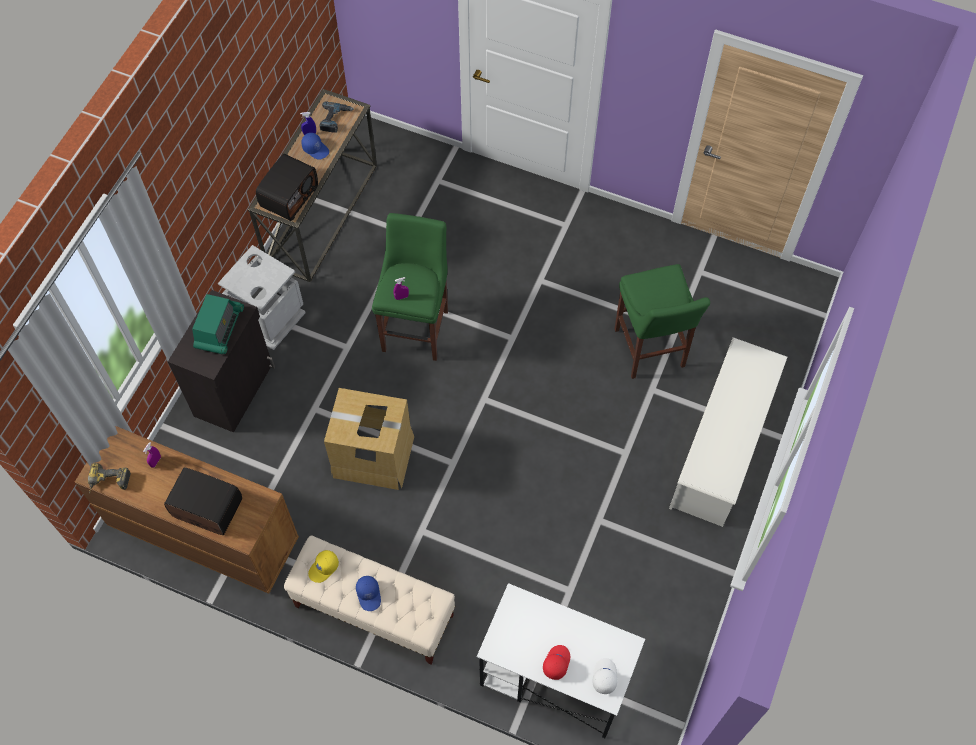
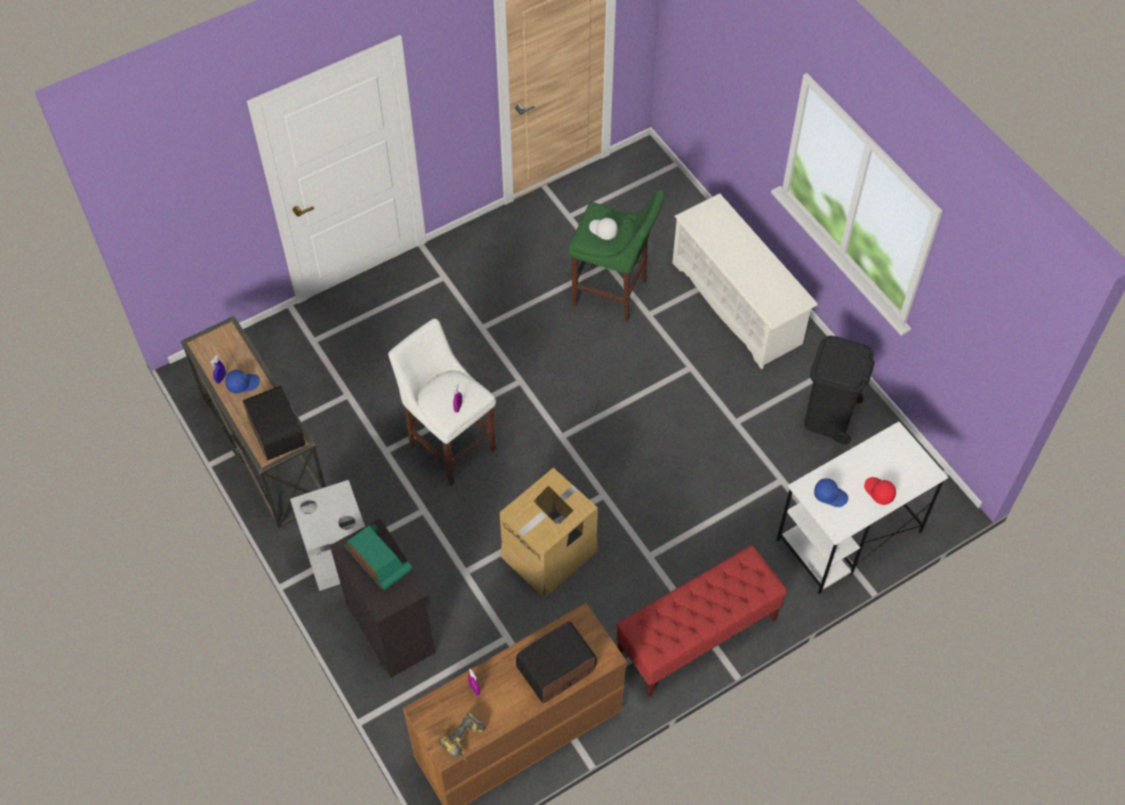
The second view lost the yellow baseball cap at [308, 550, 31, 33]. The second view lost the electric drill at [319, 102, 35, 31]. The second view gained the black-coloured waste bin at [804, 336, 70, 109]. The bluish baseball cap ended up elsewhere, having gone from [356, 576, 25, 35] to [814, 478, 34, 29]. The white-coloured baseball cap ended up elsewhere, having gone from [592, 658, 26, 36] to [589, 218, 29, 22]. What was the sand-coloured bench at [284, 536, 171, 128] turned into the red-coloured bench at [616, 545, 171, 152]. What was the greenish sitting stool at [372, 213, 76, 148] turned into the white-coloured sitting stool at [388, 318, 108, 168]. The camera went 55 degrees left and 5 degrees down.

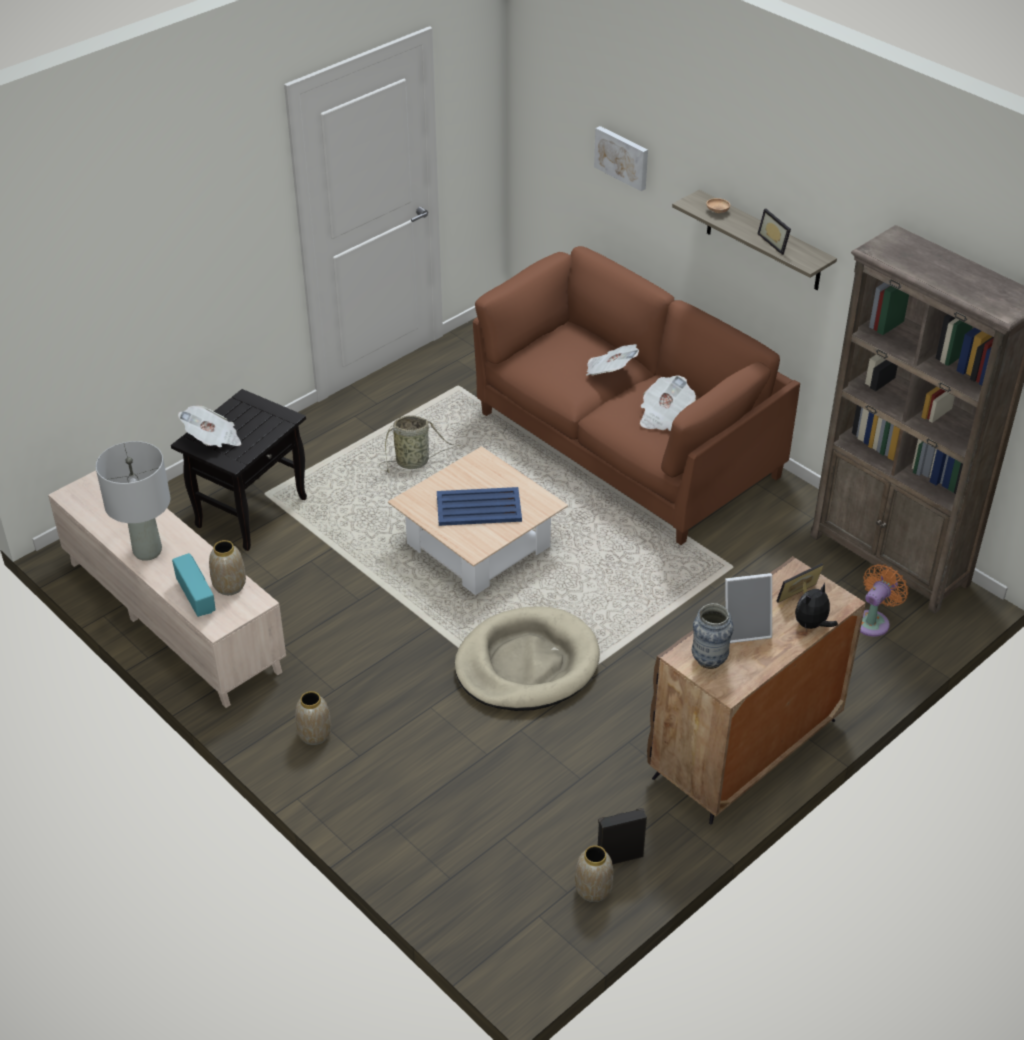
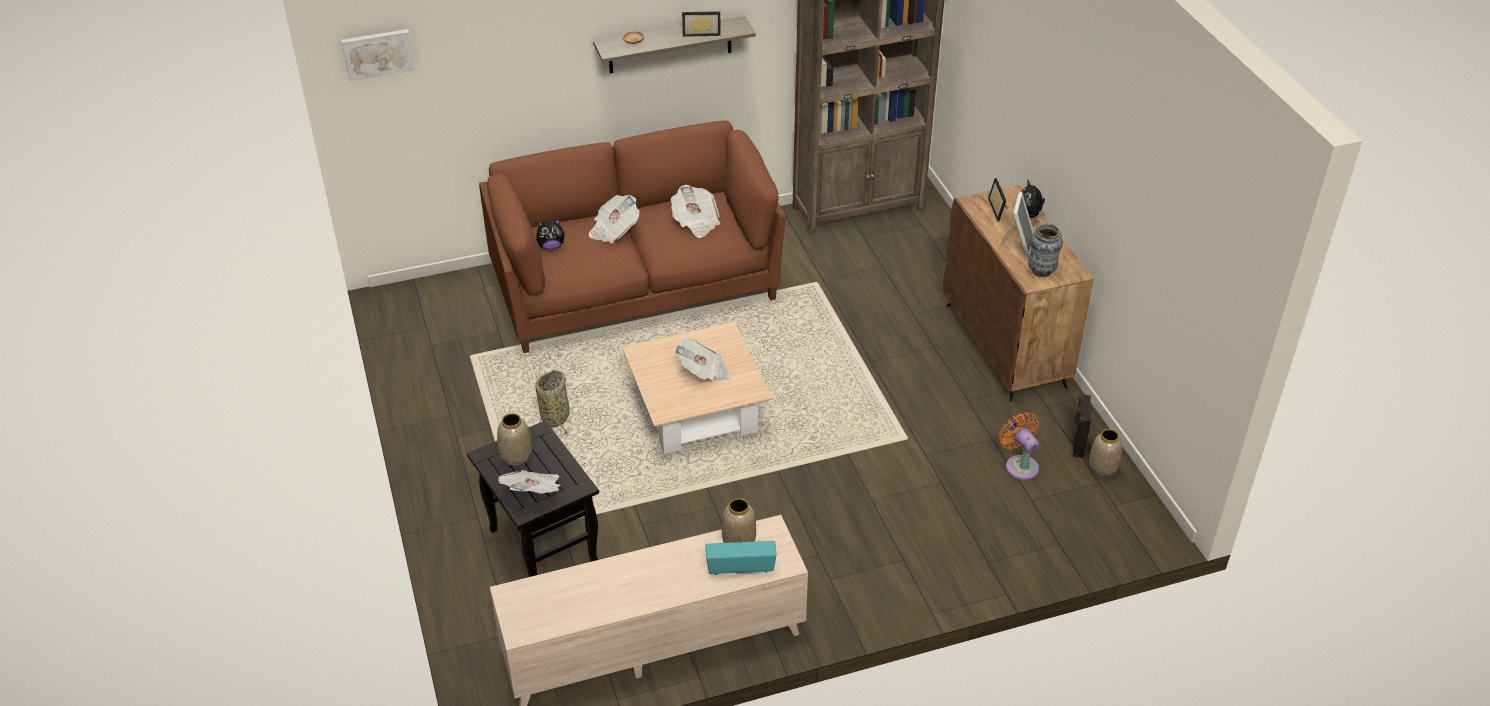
The second view lost the gray lamp for a table at [96, 441, 74, 120]. The second view lost the sand-coloured dog bed at [455, 606, 145, 105]. The second view gained the soft toy at [536, 219, 30, 31]. The vase ended up elsewhere, having gone from [295, 691, 36, 54] to [497, 413, 35, 53]. The picture ended up elsewhere, having gone from [594, 126, 54, 65] to [341, 29, 74, 52]. The orange electric fan ended up elsewhere, having gone from [860, 564, 48, 73] to [999, 412, 40, 68]. Where the bluish serving tray stood at [437, 487, 85, 39], the daily paper came to stand at [674, 339, 56, 42]. The camera went 65 degrees left and 0 degrees up.

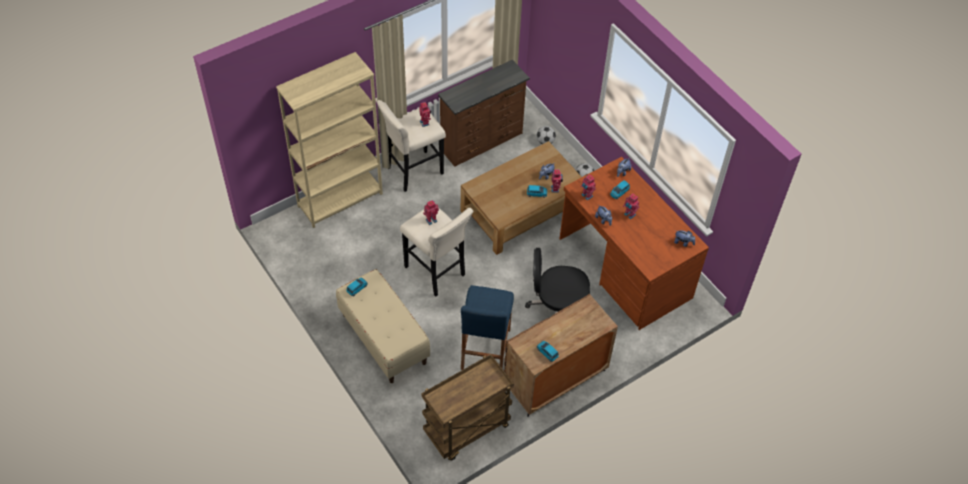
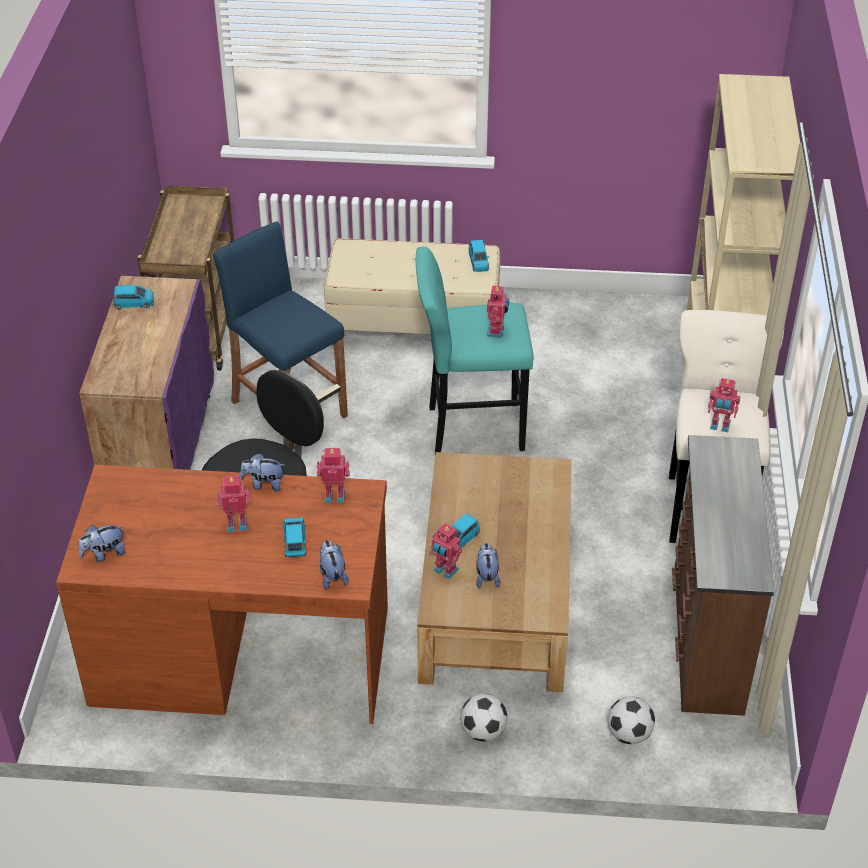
What was the sand-coloured sitting stool at [400, 208, 74, 88] turned into the turquoise sitting stool at [416, 247, 117, 207]. What was the brown-coloured storage cabinet at [504, 293, 114, 124] turned into the purplish storage cabinet at [80, 276, 134, 194]. The camera went 130 degrees right and 10 degrees down.

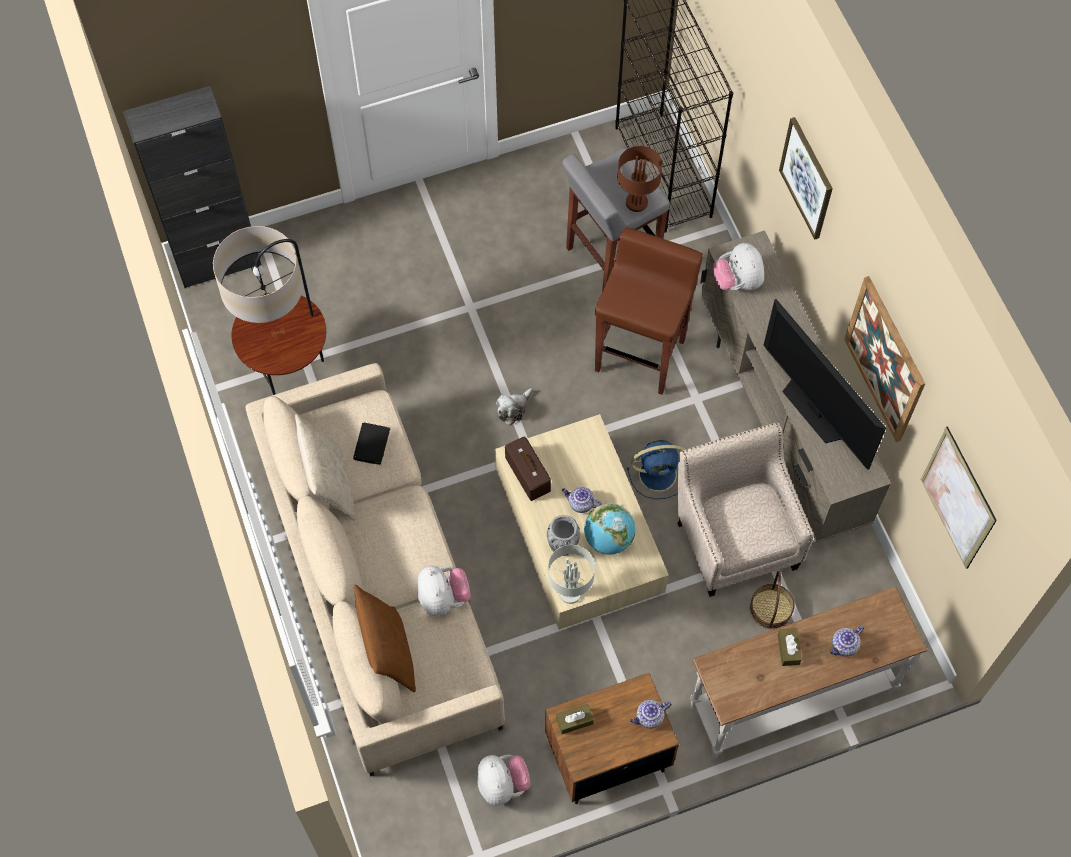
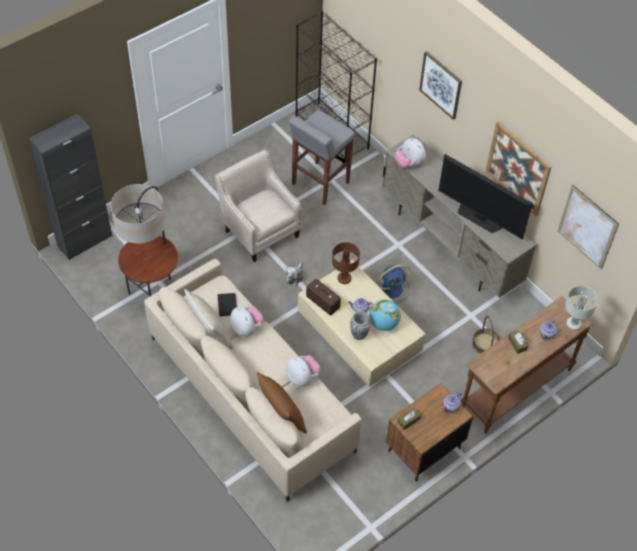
The second view lost the brown-coloured sitting stool at [595, 227, 108, 168]. The soft toy ended up elsewhere, having gone from [477, 755, 53, 50] to [230, 306, 34, 30]. The gray lamp for a table ended up elsewhere, having gone from [548, 545, 47, 59] to [565, 286, 33, 44]. The brown-coloured lamp for a table ended up elsewhere, having gone from [617, 146, 46, 66] to [332, 242, 28, 42]. The sand-coloured lounge chair ended up elsewhere, having gone from [677, 423, 137, 174] to [215, 149, 87, 113]. What was the white-coloured narrow table at [690, 586, 237, 174] turned into the brown-coloured narrow table at [461, 296, 132, 138]. The camera went 20 degrees left and 10 degrees down.

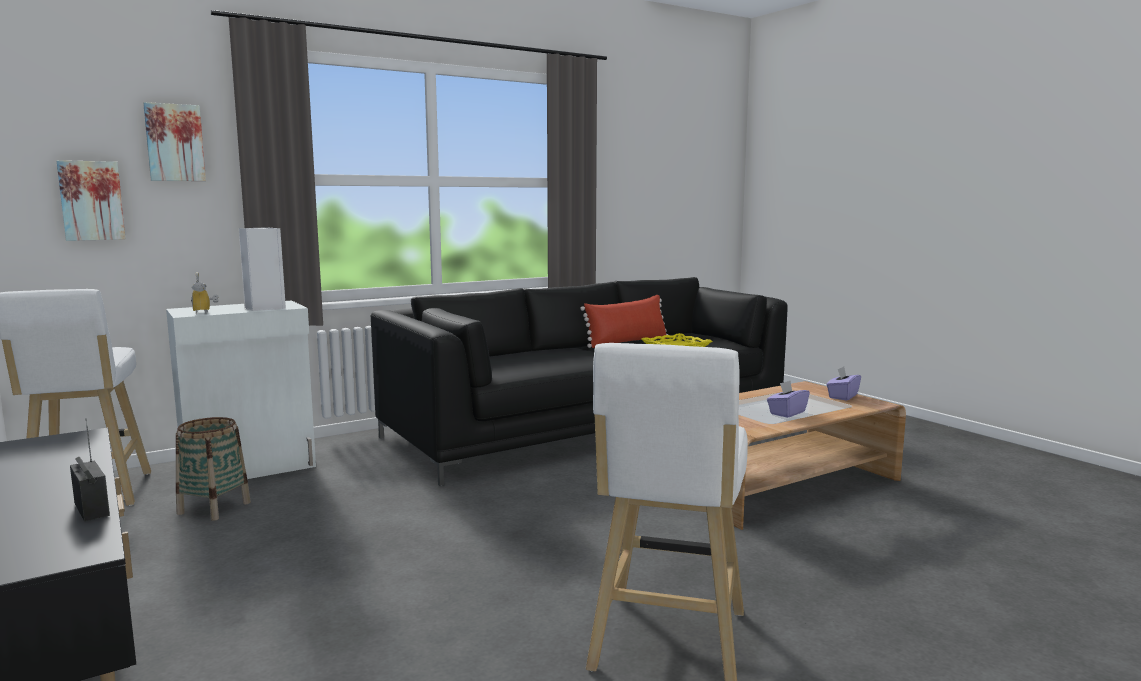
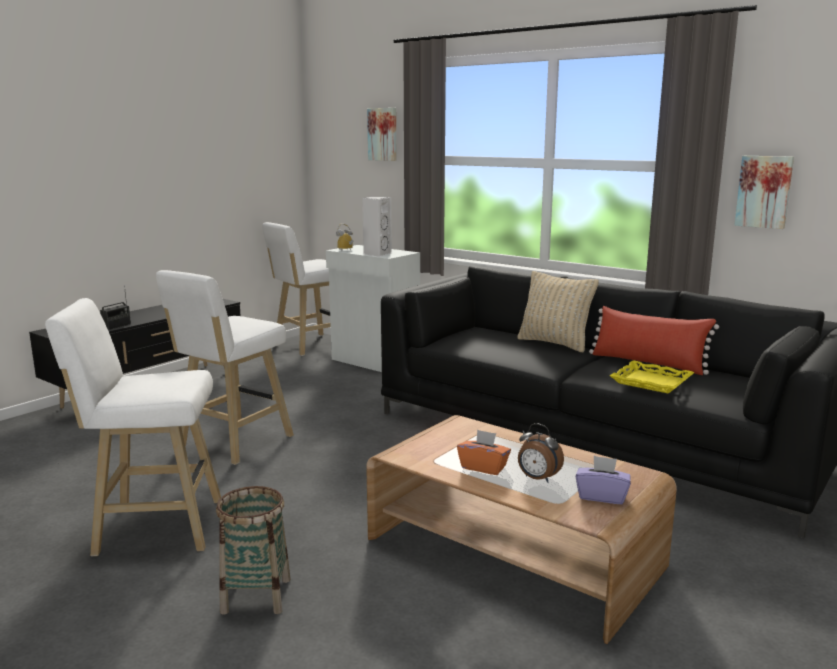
The second view gained the white-coloured sitting stool at [156, 270, 138, 195]. The second view gained the sand-coloured throw pillow at [517, 271, 82, 81]. The second view gained the bedside clock at [518, 423, 46, 59]. The picture ended up elsewhere, having gone from [57, 160, 69, 81] to [734, 156, 60, 73]. The basket ended up elsewhere, having gone from [176, 417, 75, 104] to [216, 486, 75, 129]. What was the purplish box of tissues at [767, 381, 43, 37] turned into the orange box of tissues at [457, 429, 54, 46]. The camera went 70 degrees right and 5 degrees up.

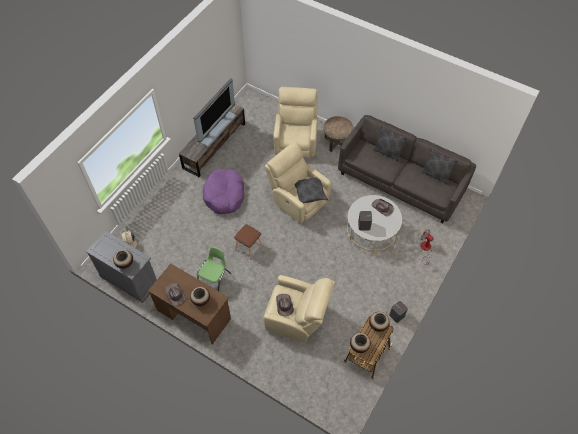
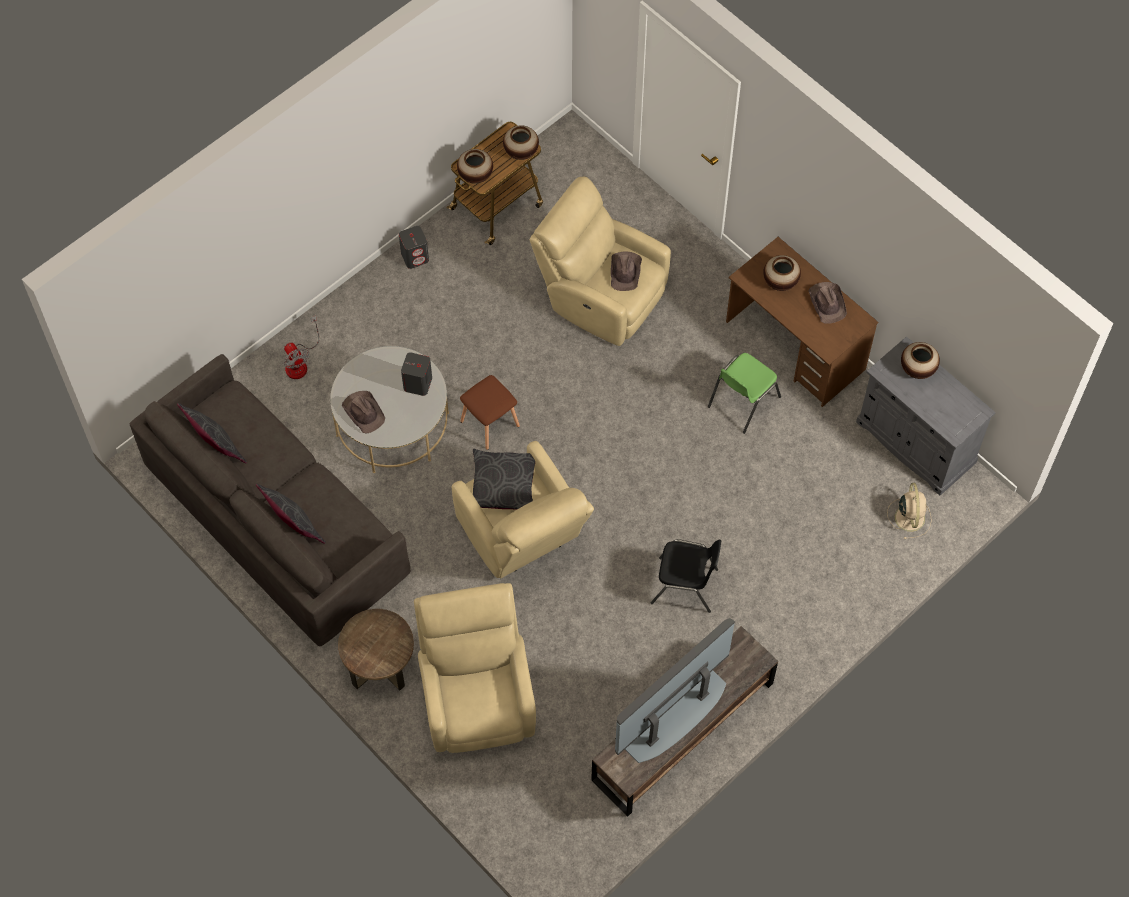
The brown-coloured sitting stool ended up elsewhere, having gone from [234, 224, 29, 36] to [460, 375, 60, 75]. Where the purplish dog bed stood at [203, 168, 41, 46], the black-coloured plain chair came to stand at [651, 539, 70, 74]. The sand-coloured lounge chair at [273, 87, 45, 71] ended up facing another way, 150 degrees clockwise from before. The camera went 165 degrees left and 5 degrees up.

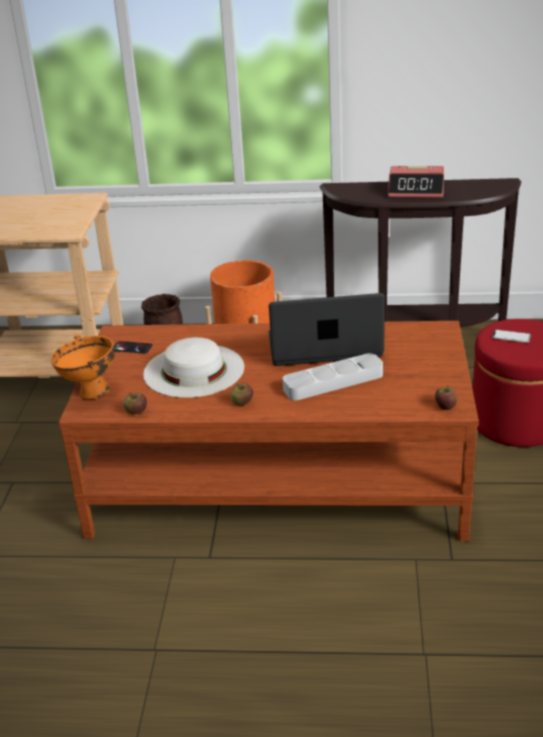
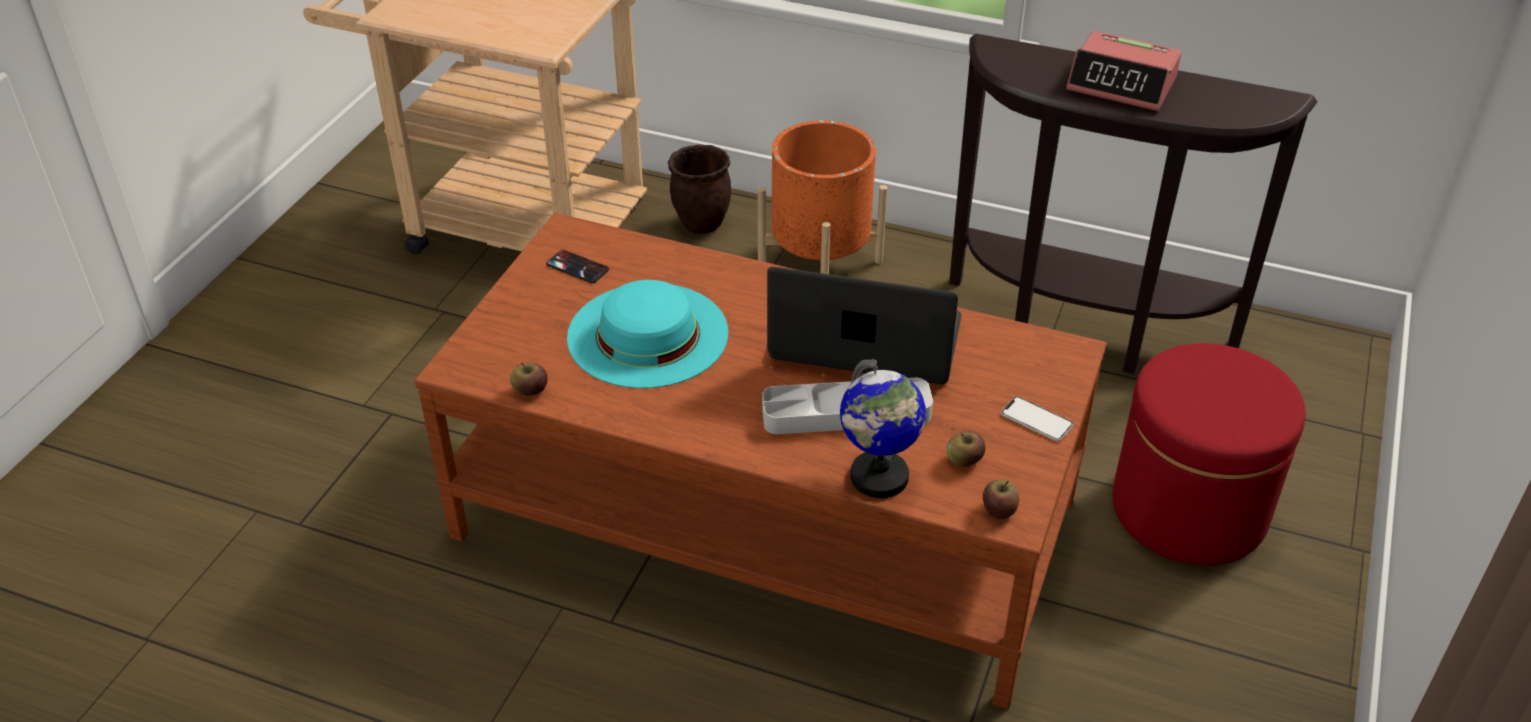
The second view lost the orange serving bowl at [51, 335, 64, 64]. The second view gained the world globe at [840, 359, 86, 139]. The apple fruit ended up elsewhere, having gone from [230, 383, 23, 23] to [947, 431, 38, 36]. The handset ended up elsewhere, having gone from [492, 329, 39, 14] to [1001, 397, 73, 44]. What was the white-coloured wearable hat at [143, 337, 101, 61] turned into the turquoise wearable hat at [567, 280, 161, 108]. The camera went 15 degrees right and 10 degrees up.

